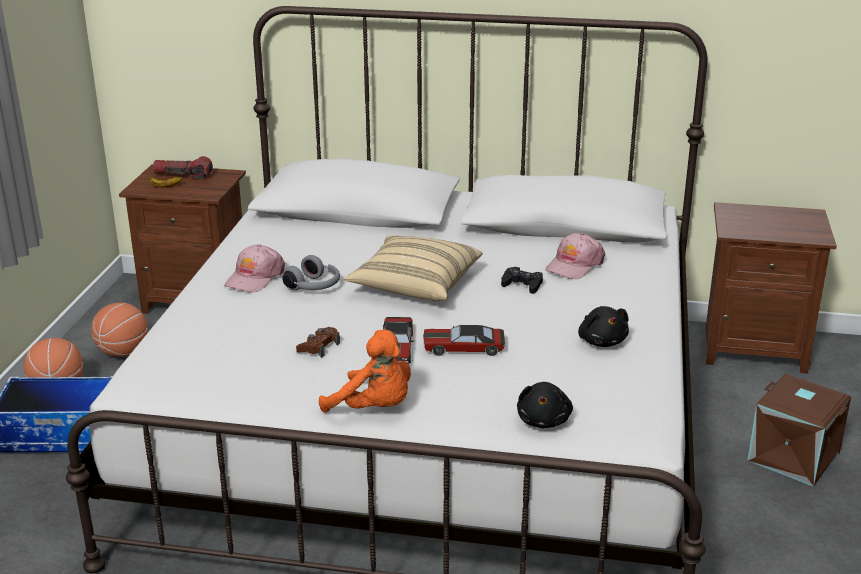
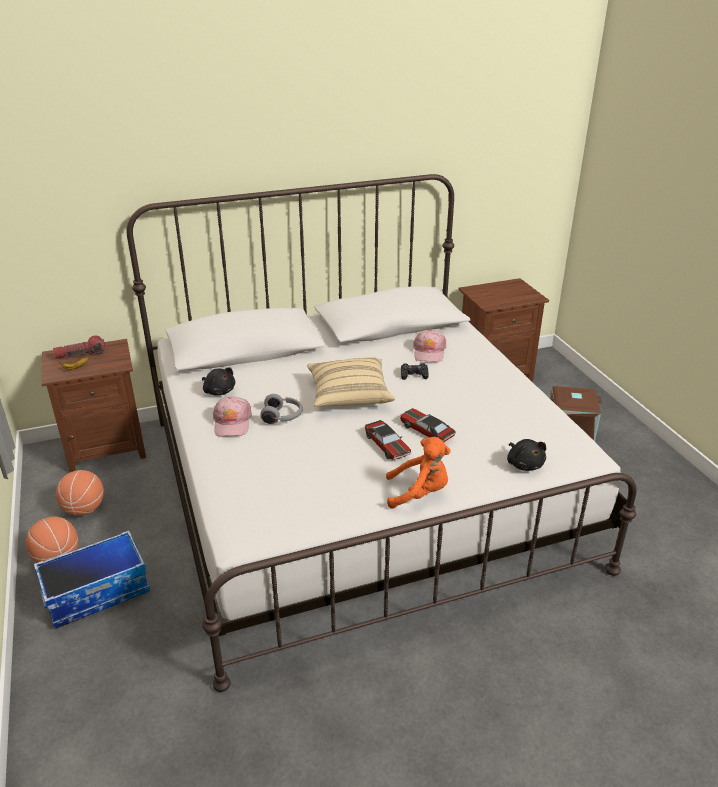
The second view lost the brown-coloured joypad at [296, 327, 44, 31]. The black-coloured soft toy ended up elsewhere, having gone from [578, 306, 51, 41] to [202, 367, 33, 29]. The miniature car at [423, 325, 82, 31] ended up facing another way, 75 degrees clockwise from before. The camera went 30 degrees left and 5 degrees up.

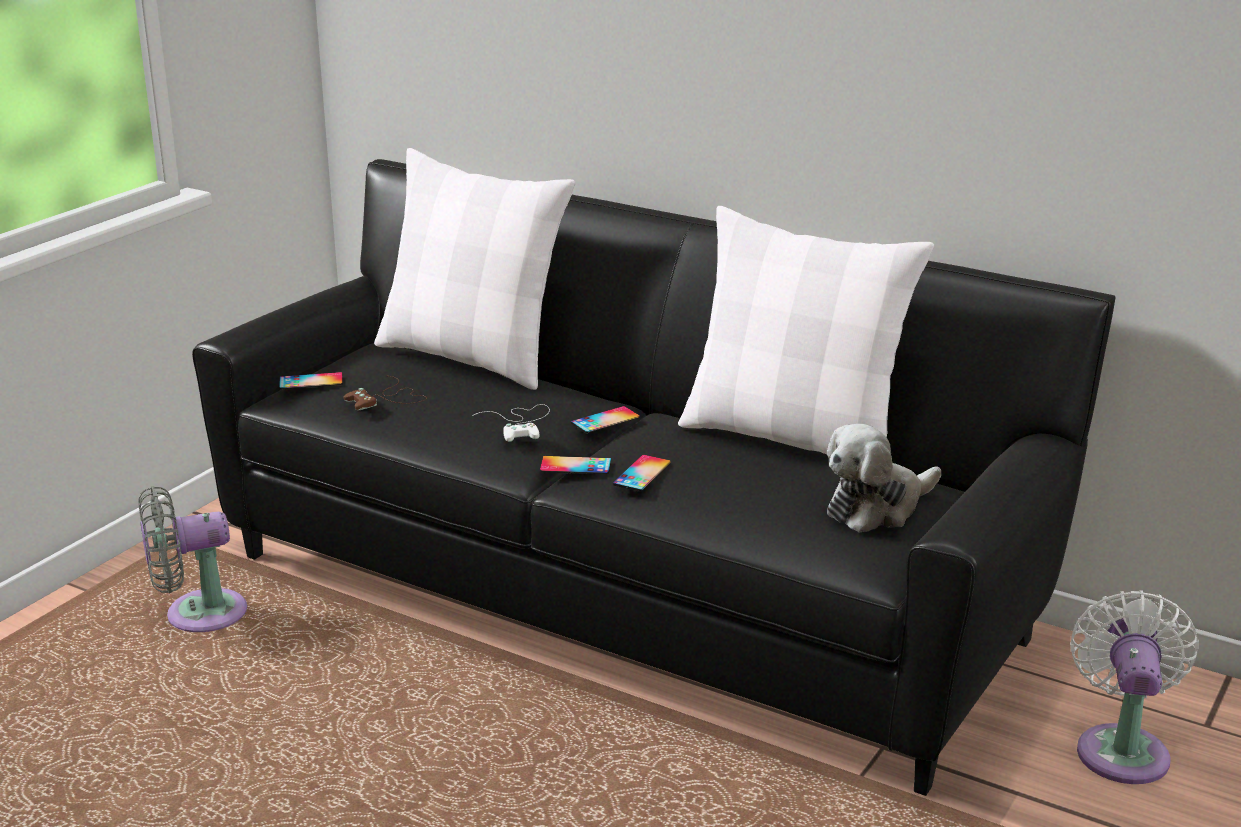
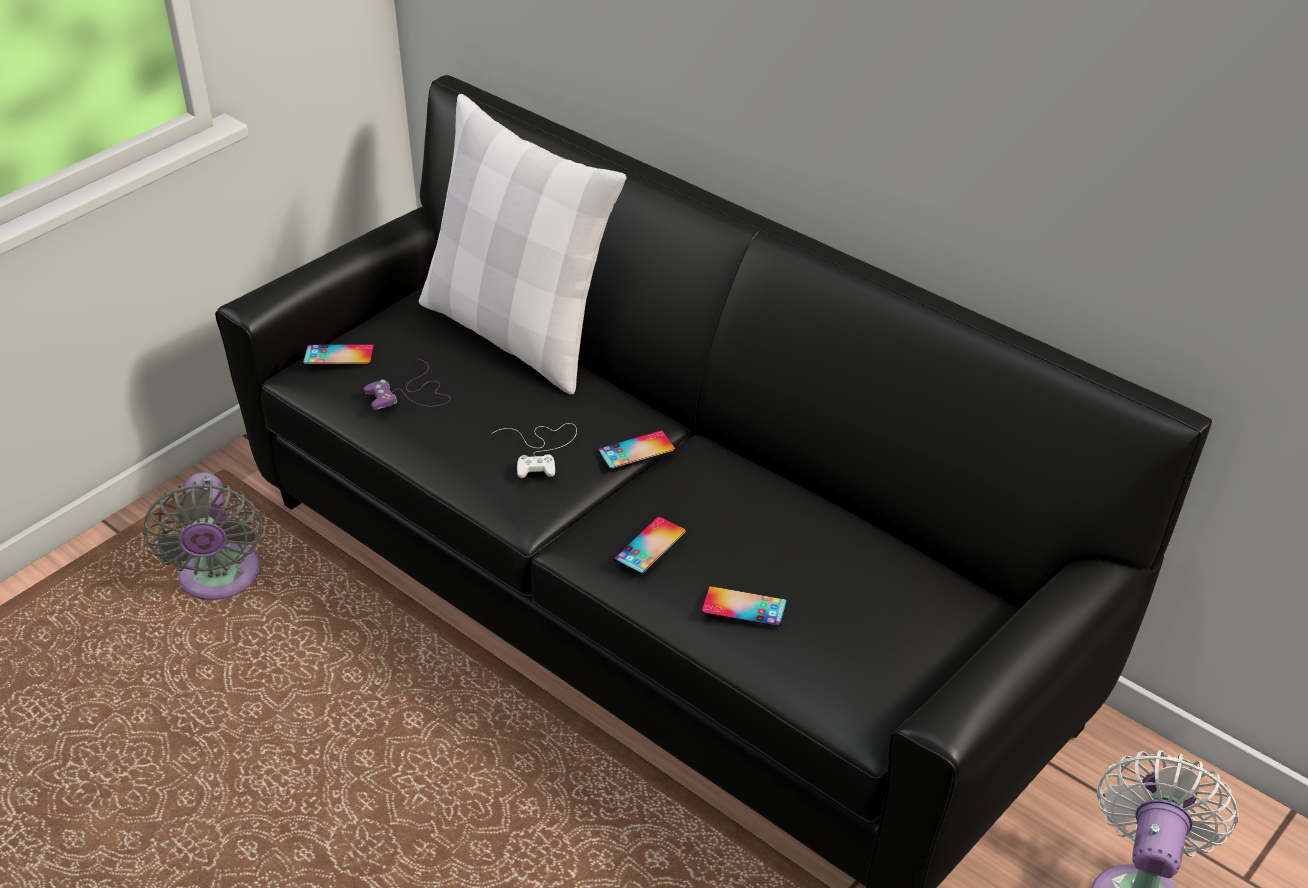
The second view lost the white-coloured throw pillow at [678, 206, 256, 249]. The second view lost the soft toy at [827, 424, 114, 108]. The handset ended up elsewhere, having gone from [540, 456, 71, 18] to [702, 586, 85, 41]. What was the brown-coloured joypad at [344, 376, 83, 34] turned into the purplish joypad at [364, 358, 87, 52]. The gray electric fan at [138, 486, 109, 146] ended up facing another way, 90 degrees counterclockwise from before. The camera went 10 degrees right and 15 degrees up.

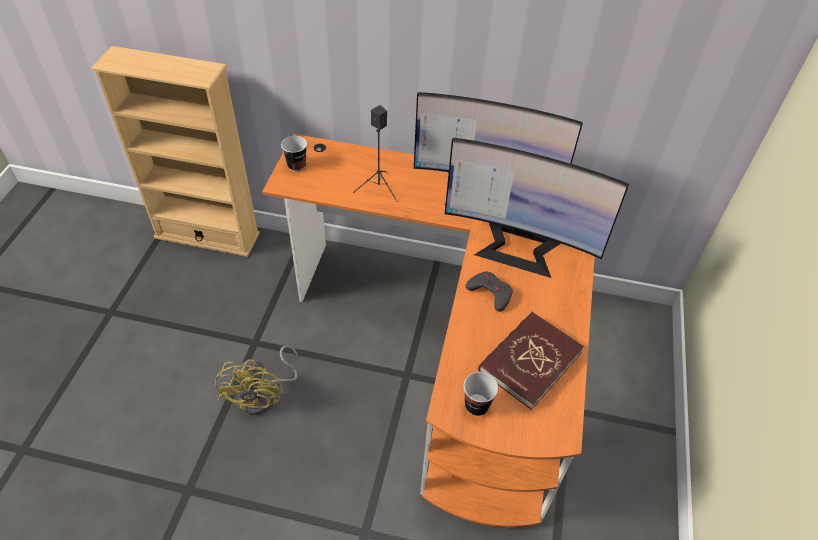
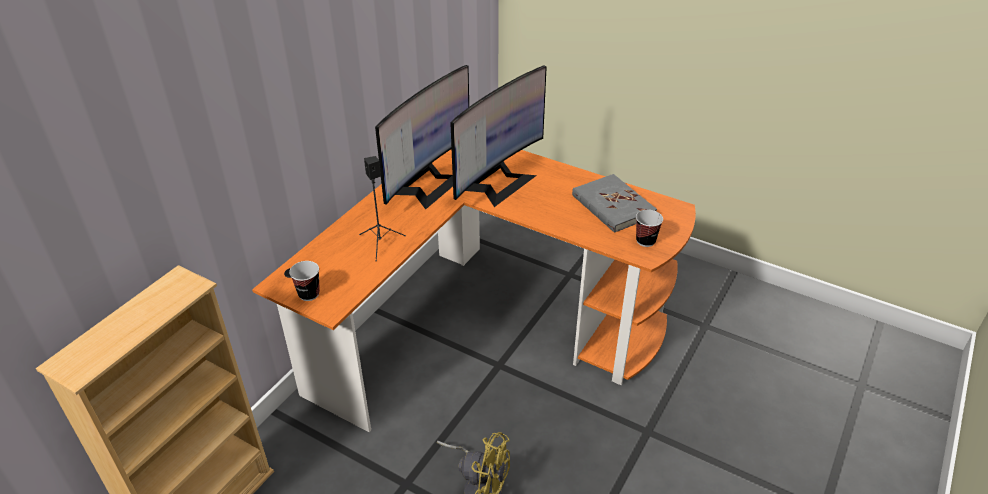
The second view lost the gray joypad at [466, 272, 47, 40]. What was the red-coloured bound book at [478, 312, 106, 98] turned into the gray bound book at [572, 174, 85, 59]. The camera went 70 degrees left and 10 degrees down.

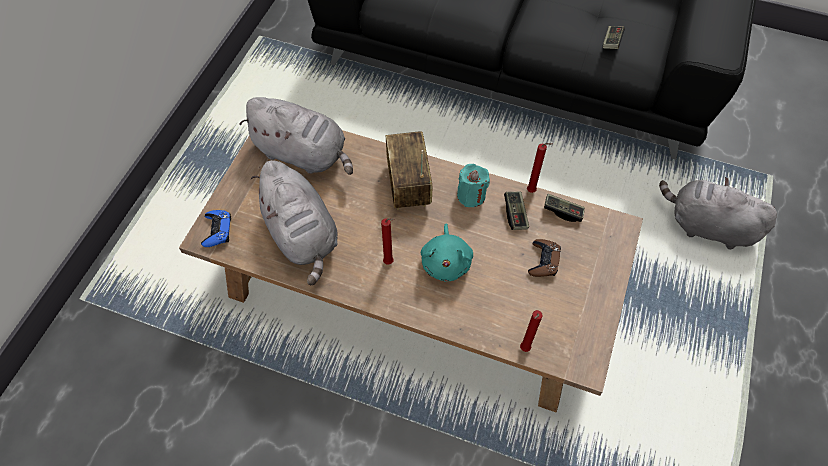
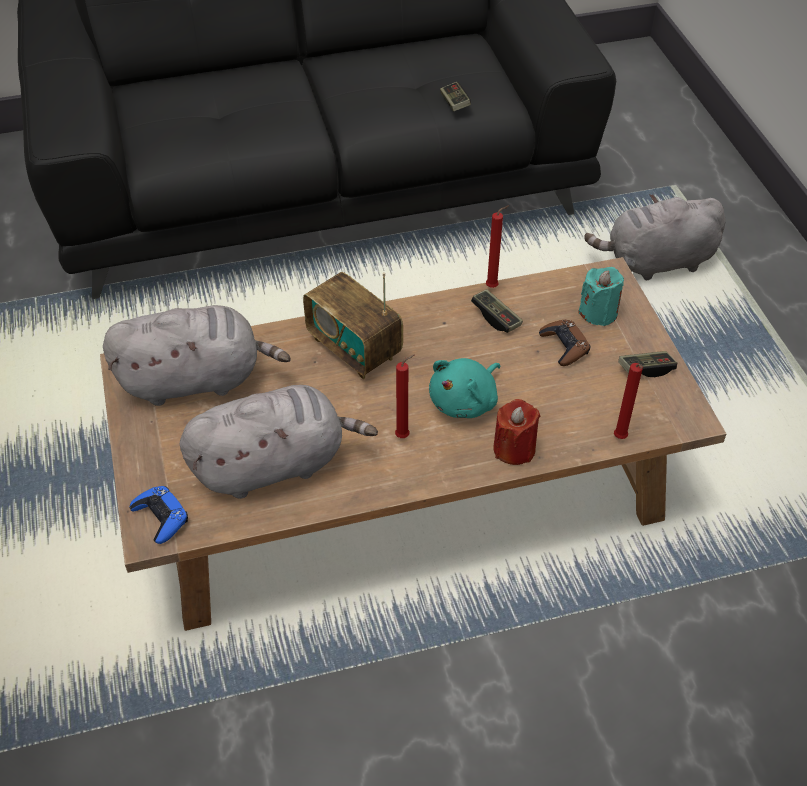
The second view gained the red-coloured wax candle at [493, 399, 47, 66]. The turquoise wax candle ended up elsewhere, having gone from [457, 164, 33, 43] to [578, 267, 46, 59]. The joypad ended up elsewhere, having gone from [544, 194, 41, 28] to [618, 351, 59, 26]. The gray soft toy at [251, 160, 87, 125] ended up facing another way, 45 degrees counterclockwise from before. The turquoise soft toy at [421, 224, 52, 57] ended up facing another way, 75 degrees clockwise from before. The camera went 35 degrees left and 10 degrees down.

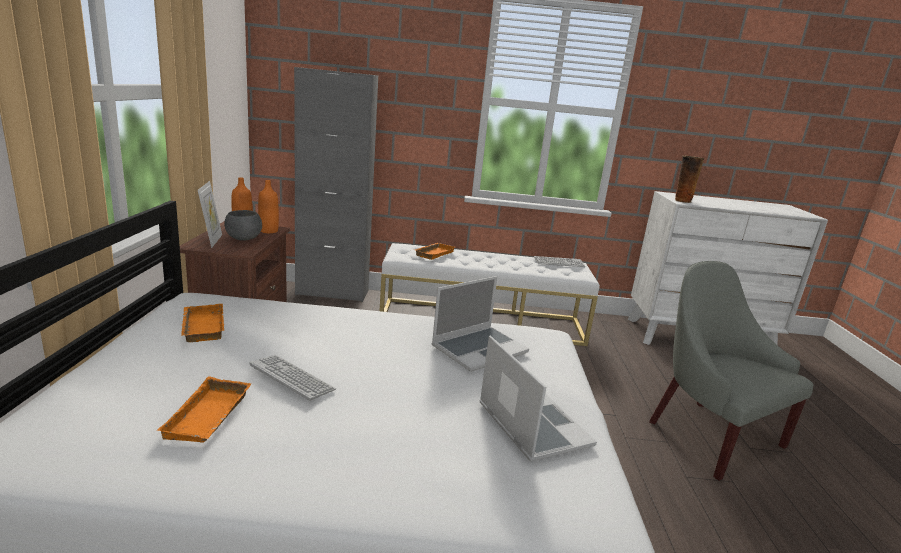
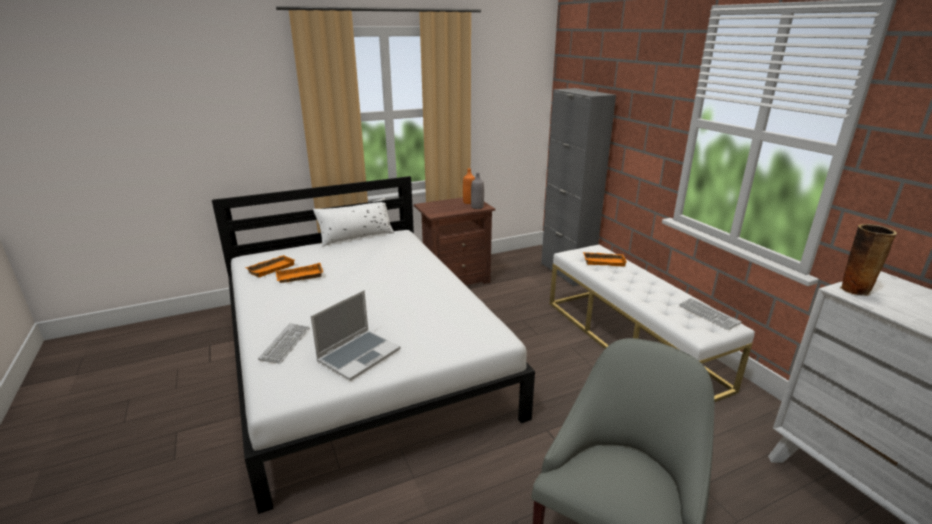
The second view lost the picture frame at [198, 181, 24, 67]. The second view lost the gray serving bowl at [225, 210, 37, 31]. The second view lost the notebook computer at [432, 276, 97, 96]. The second view gained the white-coloured throw pillow at [313, 198, 81, 49]. The orange serving tray ended up elsewhere, having gone from [181, 304, 43, 38] to [245, 255, 50, 22]. The PC keyboard ended up elsewhere, having gone from [250, 355, 86, 46] to [258, 323, 52, 40]. What was the orange bottle at [258, 180, 21, 53] turned into the gray bottle at [471, 172, 13, 37]. The camera went 65 degrees right and 5 degrees up.

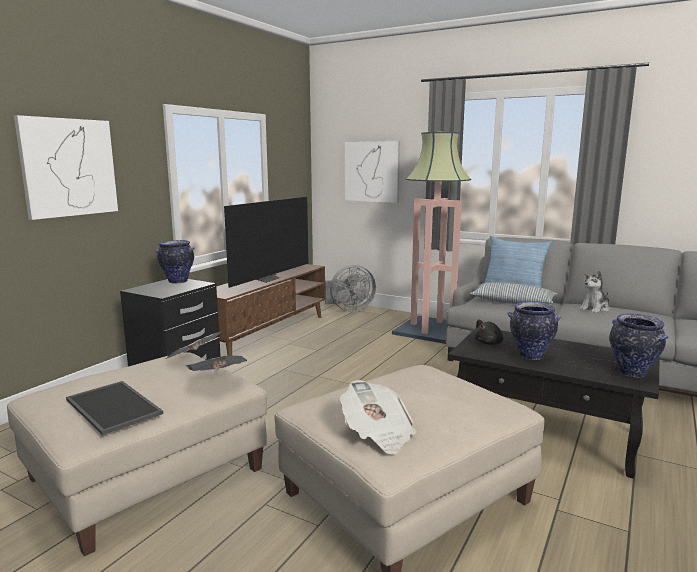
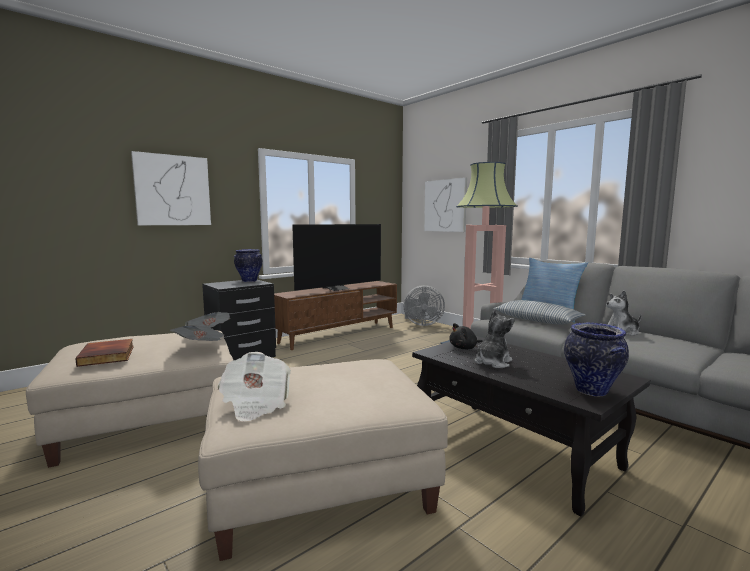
Where the serving tray stood at [66, 381, 97, 54], the bound book came to stand at [75, 339, 59, 28]. Where the vase stood at [507, 302, 55, 58], the soft toy came to stand at [475, 308, 40, 60]. The camera went 20 degrees right and 5 degrees down.

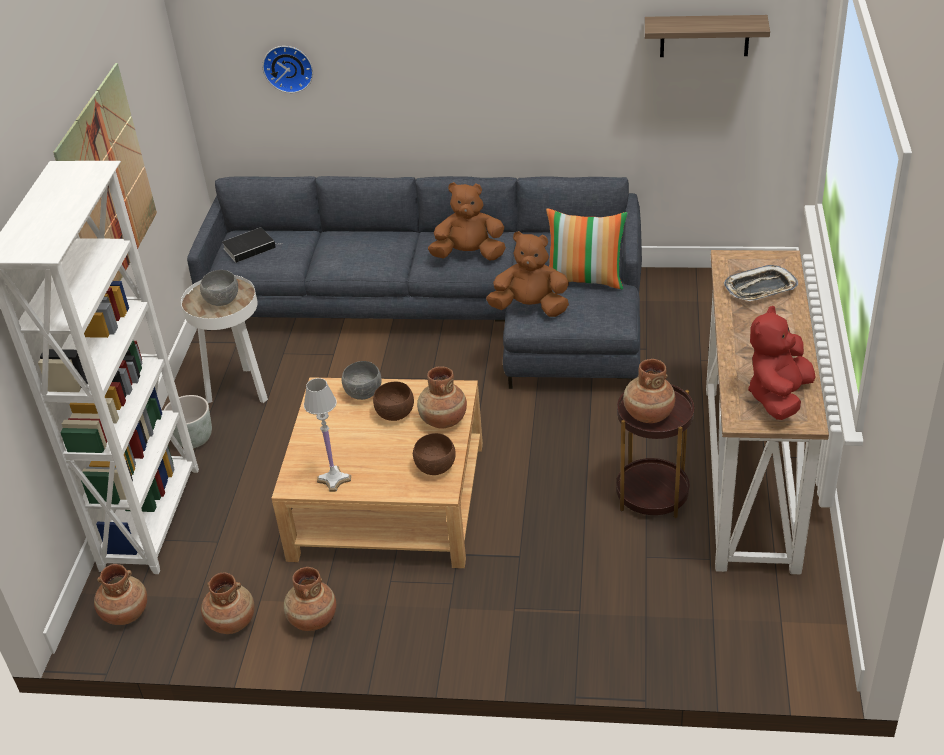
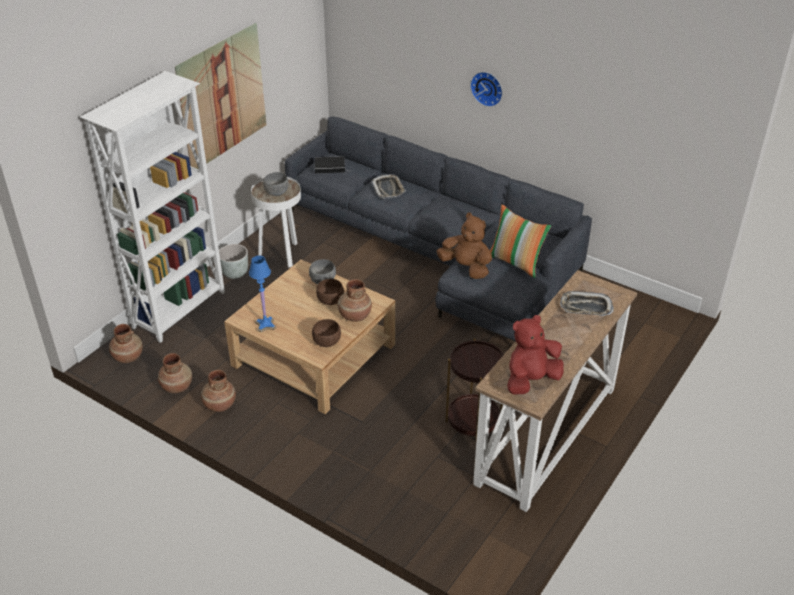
The second view lost the brown-coloured soft toy at [428, 182, 78, 79]. The second view lost the brown-coloured vase at [623, 359, 52, 64]. The second view lost the wall shelf at [645, 15, 125, 42]. The second view gained the serving tray at [371, 174, 35, 25]. The hanging clock ended up elsewhere, having gone from [263, 46, 50, 47] to [470, 72, 33, 35]. What was the white-coloured lamp for a table at [304, 378, 47, 114] turned into the bluish lamp for a table at [249, 256, 27, 76]. The camera went 25 degrees right and 0 degrees up.

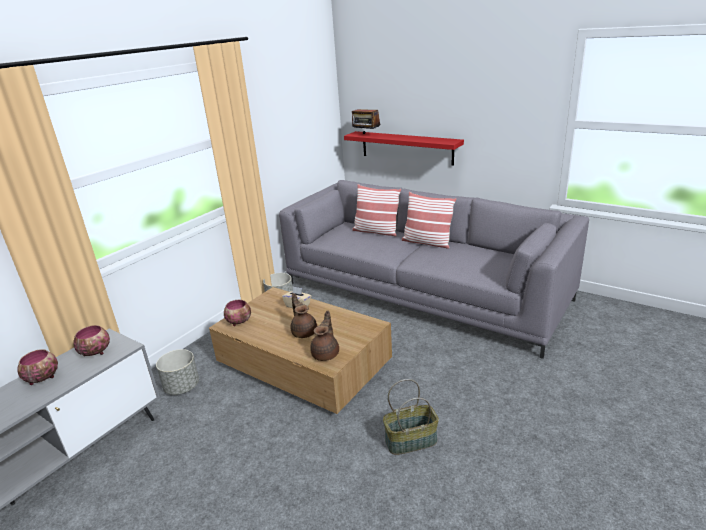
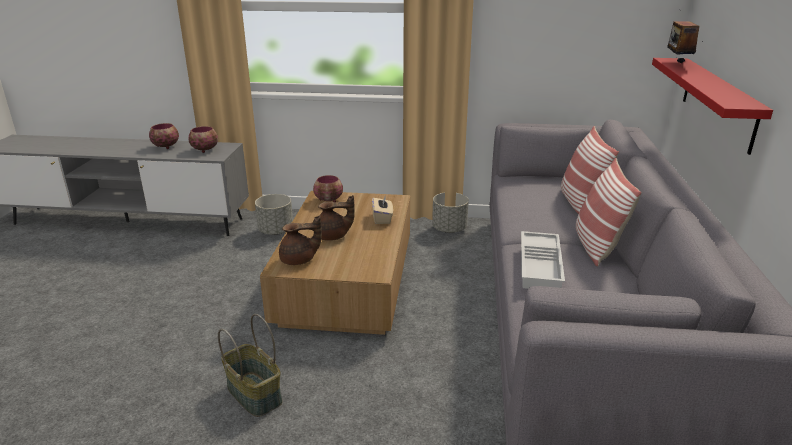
The second view gained the white-coloured serving tray at [521, 231, 44, 58]. The brown-coloured teapot at [290, 293, 27, 45] ended up facing another way, 45 degrees clockwise from before. The camera went 60 degrees right and 0 degrees up.

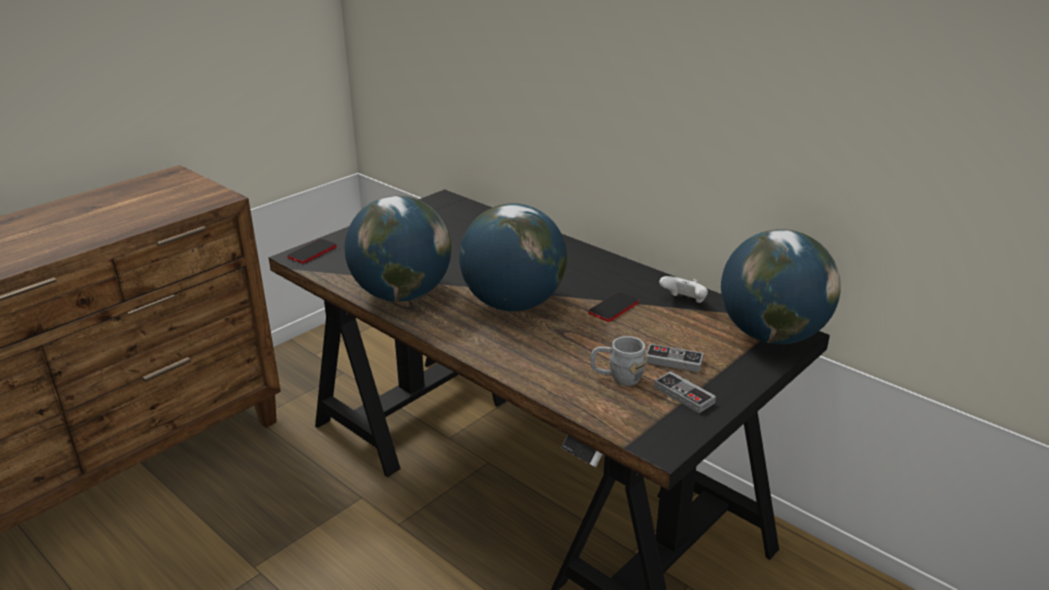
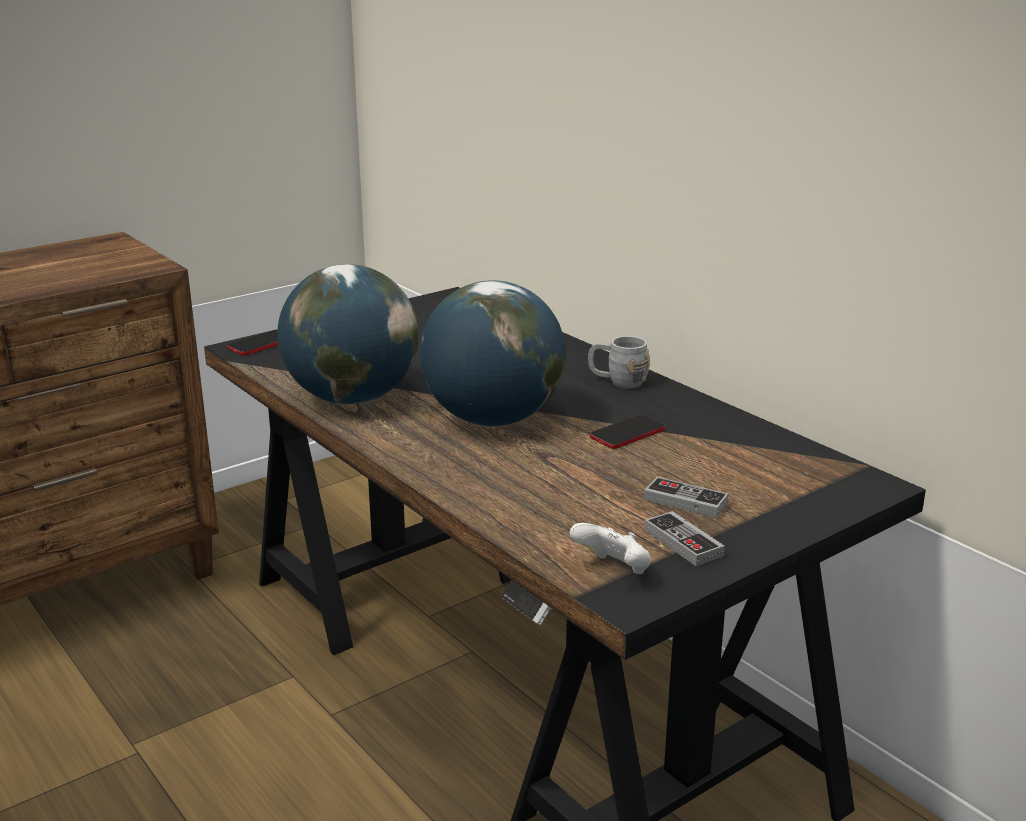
The second view lost the world globe at [721, 229, 120, 115]. The gray tea mug ended up elsewhere, having gone from [590, 336, 57, 50] to [588, 336, 62, 53]. The white-coloured joypad ended up elsewhere, having gone from [659, 276, 49, 27] to [570, 523, 82, 51]. The camera went 10 degrees right and 5 degrees down.

